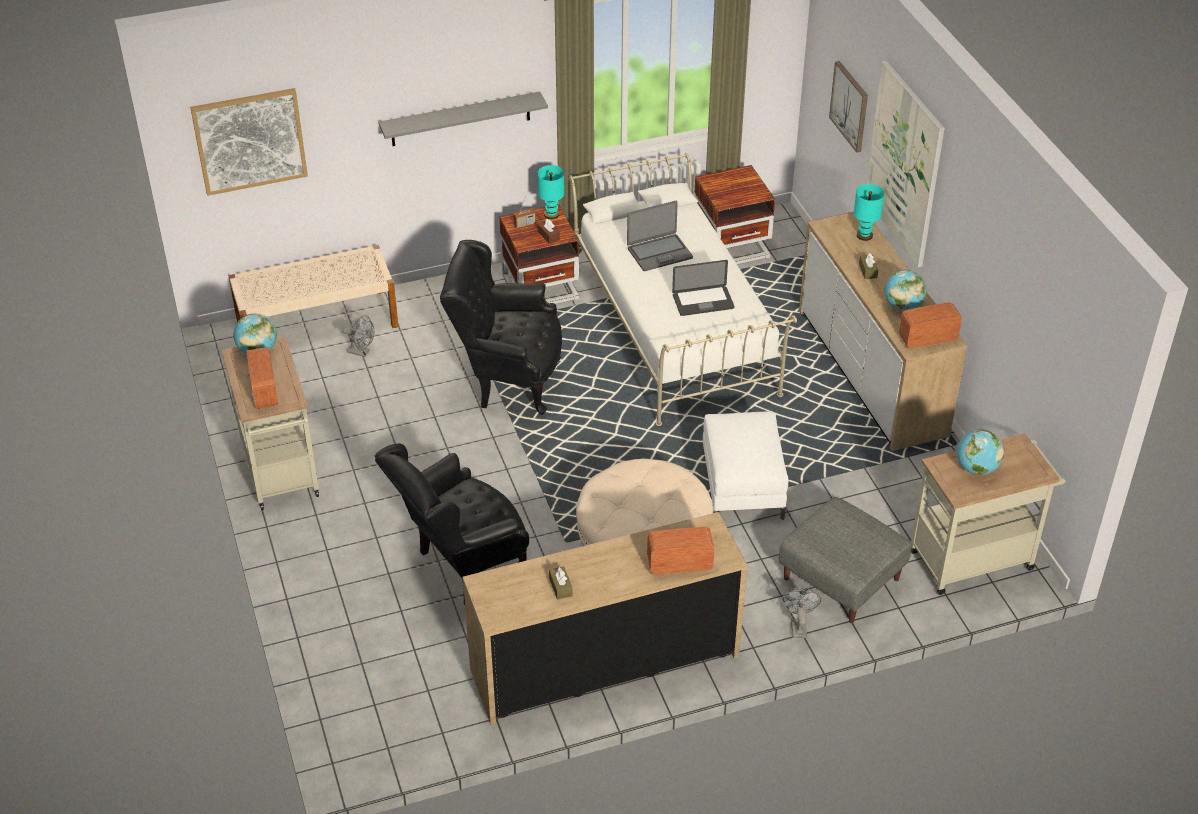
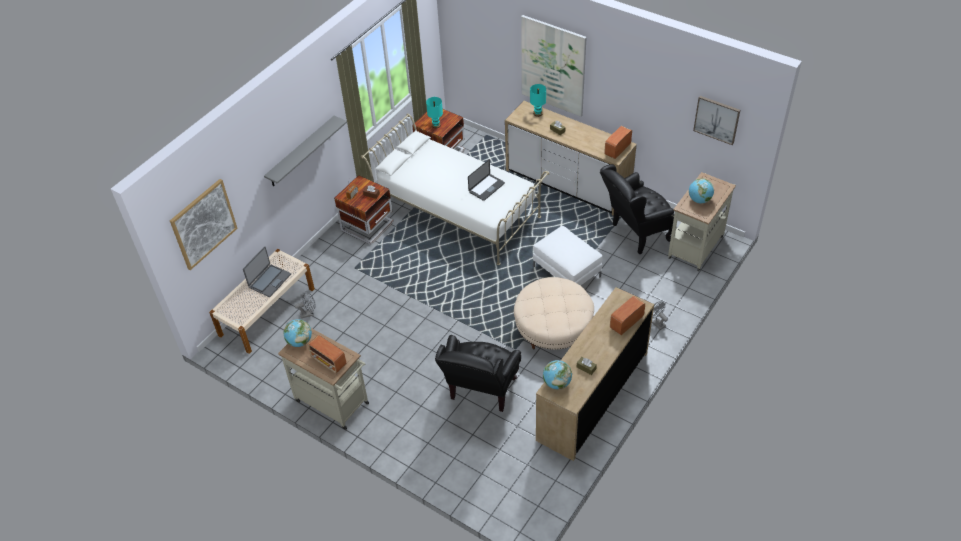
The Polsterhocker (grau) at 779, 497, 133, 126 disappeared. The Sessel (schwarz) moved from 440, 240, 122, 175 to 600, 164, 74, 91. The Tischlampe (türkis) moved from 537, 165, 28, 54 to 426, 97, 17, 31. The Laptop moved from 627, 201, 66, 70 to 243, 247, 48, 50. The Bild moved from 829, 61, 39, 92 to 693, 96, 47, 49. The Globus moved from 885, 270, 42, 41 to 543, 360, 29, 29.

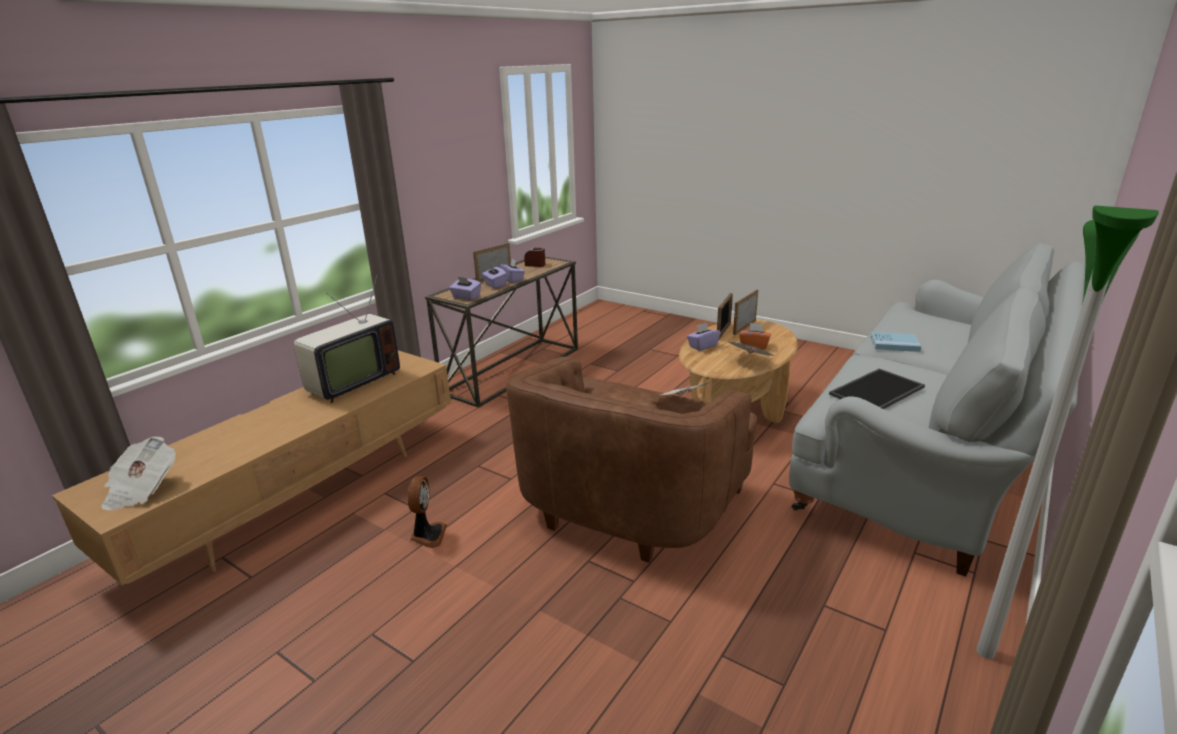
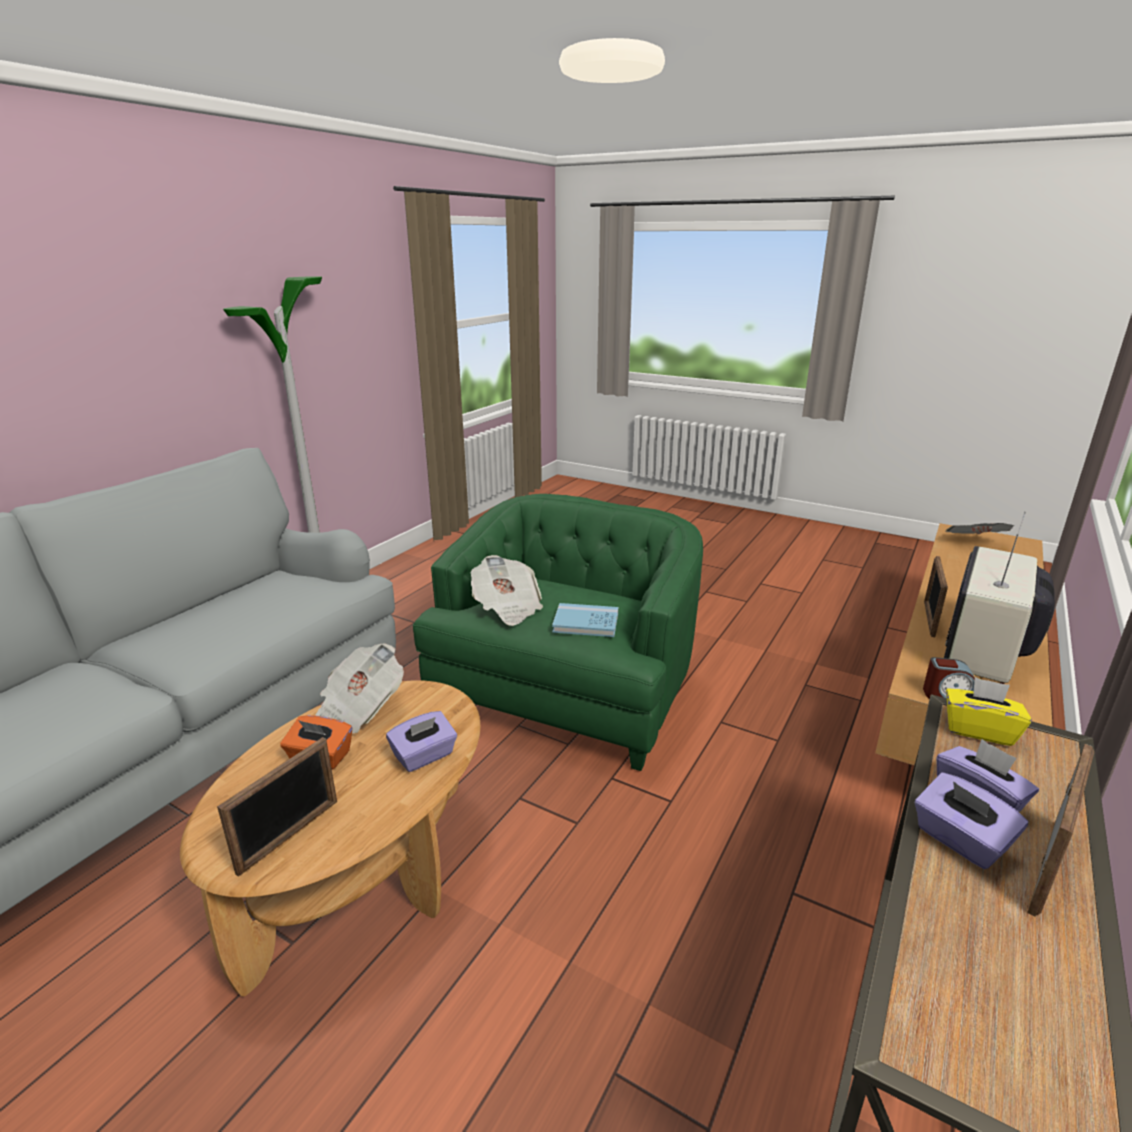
The Ventilator at 408, 476, 39, 72 disappeared. The Tablett at 829, 369, 96, 40 disappeared. The Wecker moved from 524, 248, 21, 19 to 923, 657, 52, 42. The Bilderrahmen moved from 717, 293, 16, 46 to 924, 556, 24, 81. The Buch (blau) moved from 870, 332, 51, 20 to 552, 603, 66, 34. The Taschentuchbox (lila) at 449, 277, 32, 23 became the Taschentuchbox (gelb) at 946, 677, 86, 69. The Sessel (braun) at 506, 357, 251, 206 became the Sessel (grün) at 413, 494, 290, 277.

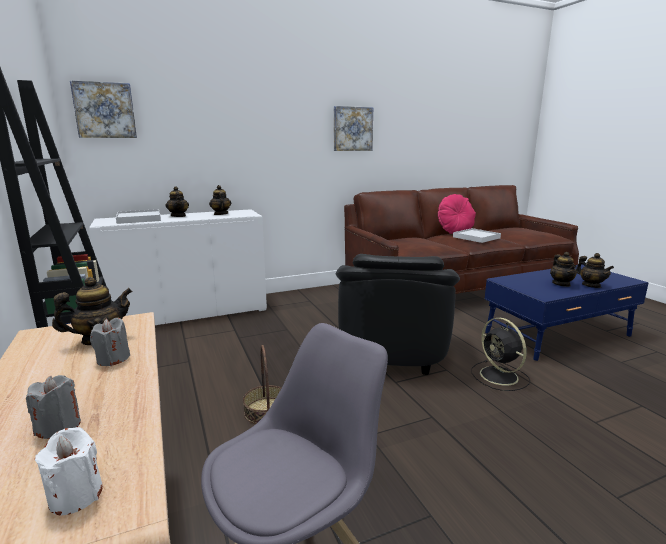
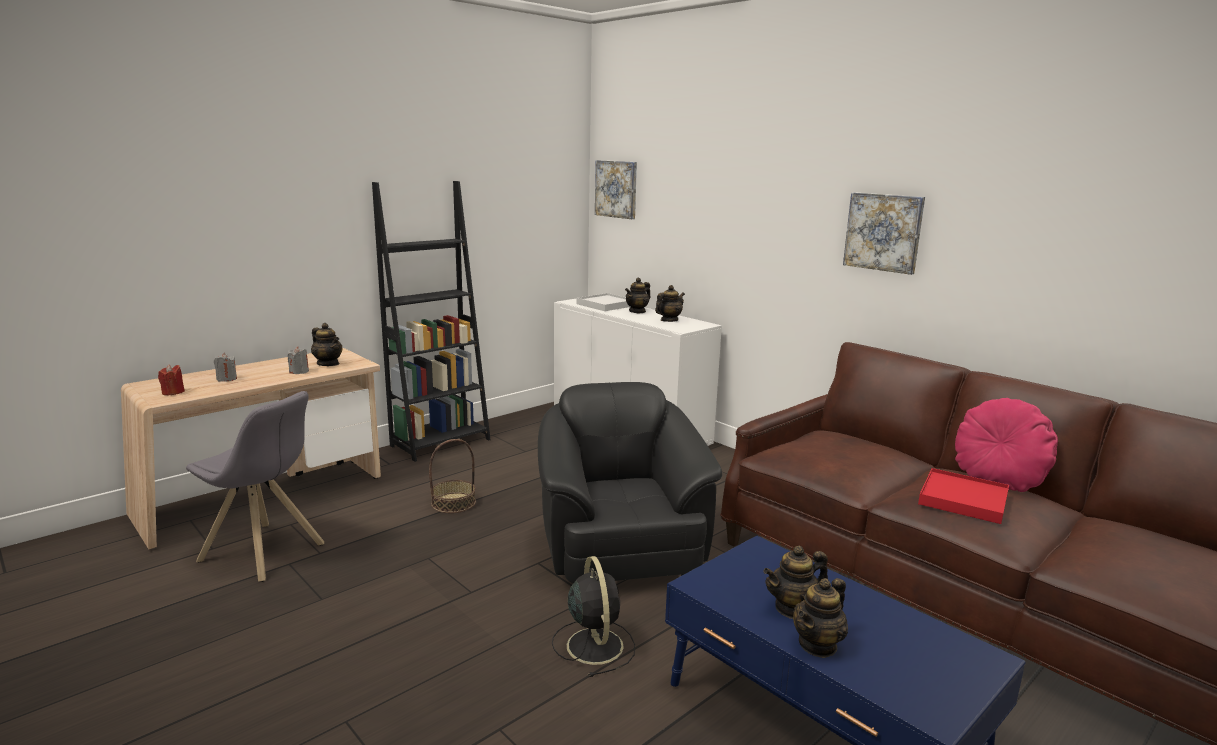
The Kerze (weiß) at 35, 427, 68, 89 became the Kerze (rot) at 158, 365, 27, 31. The Tablett (weiß) at 453, 228, 48, 15 became the Tablett (rot) at 918, 468, 91, 56. The Sessel (schwarz) at 336, 254, 124, 121 turned 90 degrees clockwise. The Ventilator (schwarz) at 471, 318, 59, 73 turned 120 degrees clockwise.

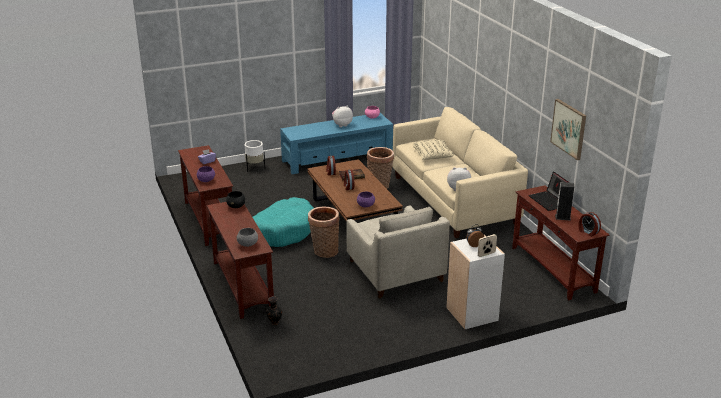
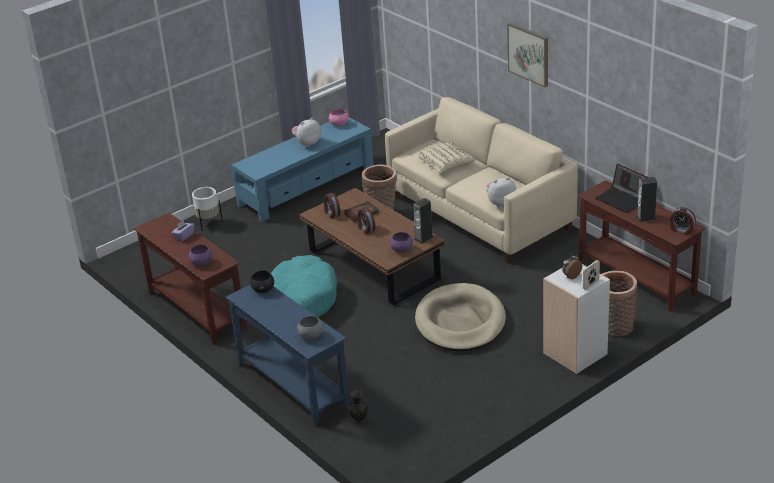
The Lautsprecher at 413, 198, 21, 46 appeared. The Korb moved from 308, 207, 32, 51 to 601, 271, 36, 65. The Bild moved from 550, 99, 36, 61 to 507, 23, 41, 64. The Sessel (beige) at 346, 206, 104, 93 was replaced by the Hundebett (beige) at 415, 283, 91, 69. The Konsolentisch (braun) at 207, 202, 67, 117 became the Konsolentisch (blau) at 225, 285, 125, 141.

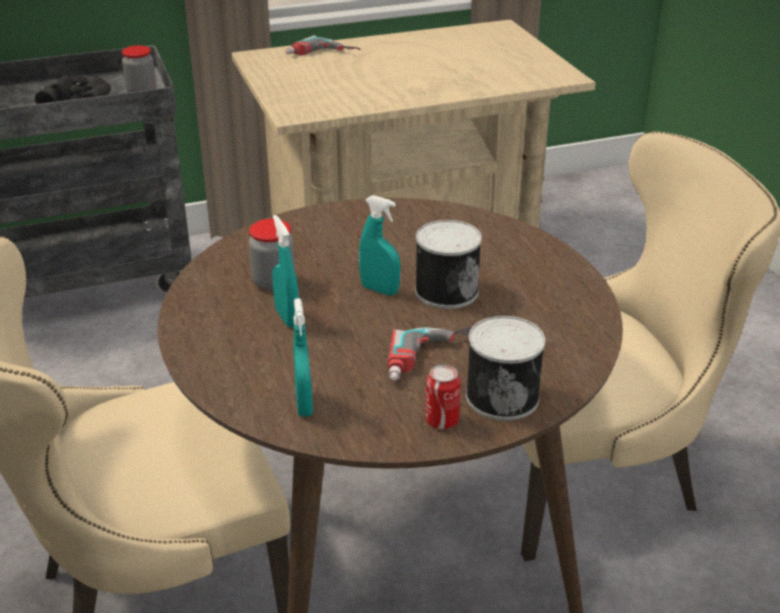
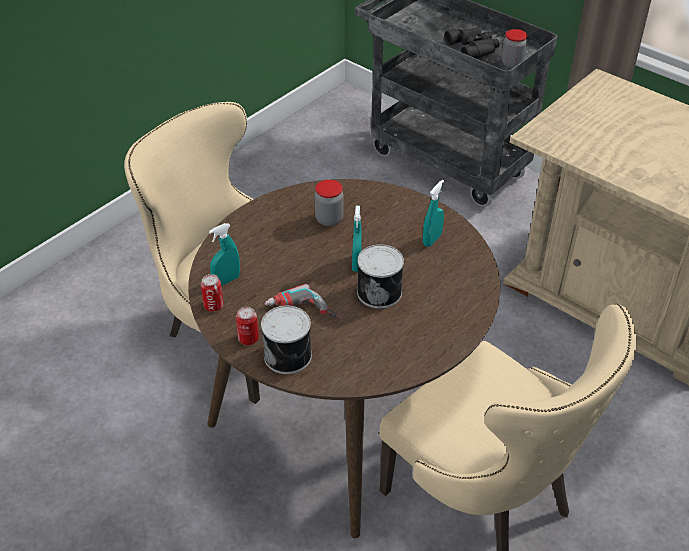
The Bohrmaschine at 285, 35, 75, 21 disappeared. The Dose at 201, 274, 23, 38 appeared. The Sprühflasche (türkis) moved from 272, 215, 27, 112 to 423, 180, 21, 67.

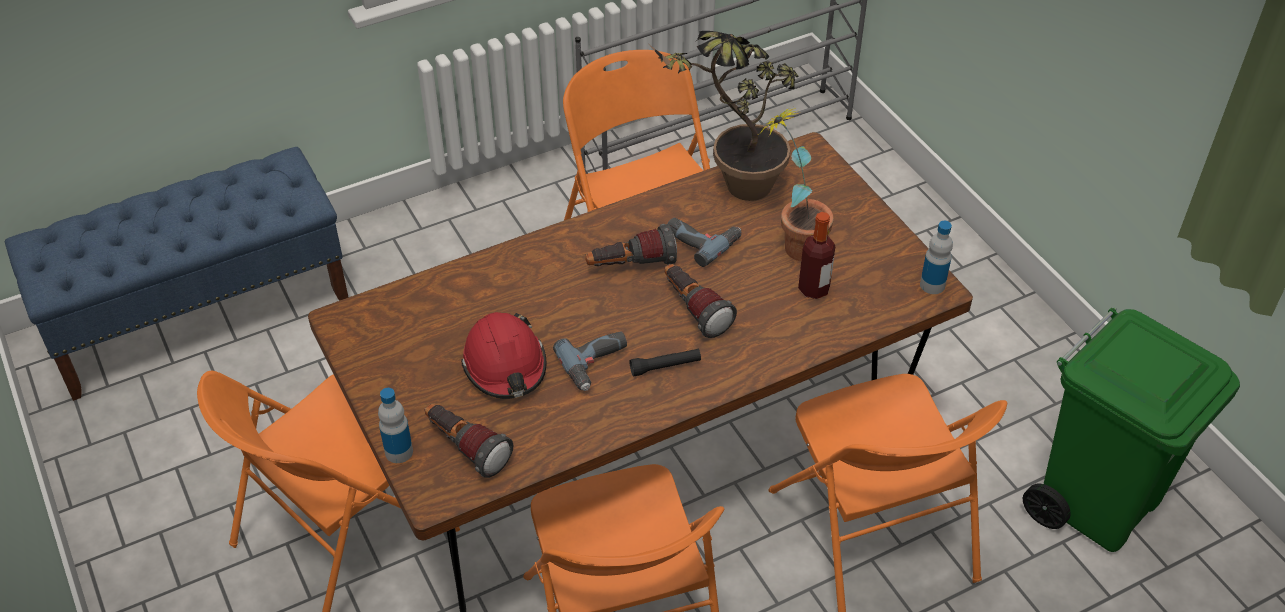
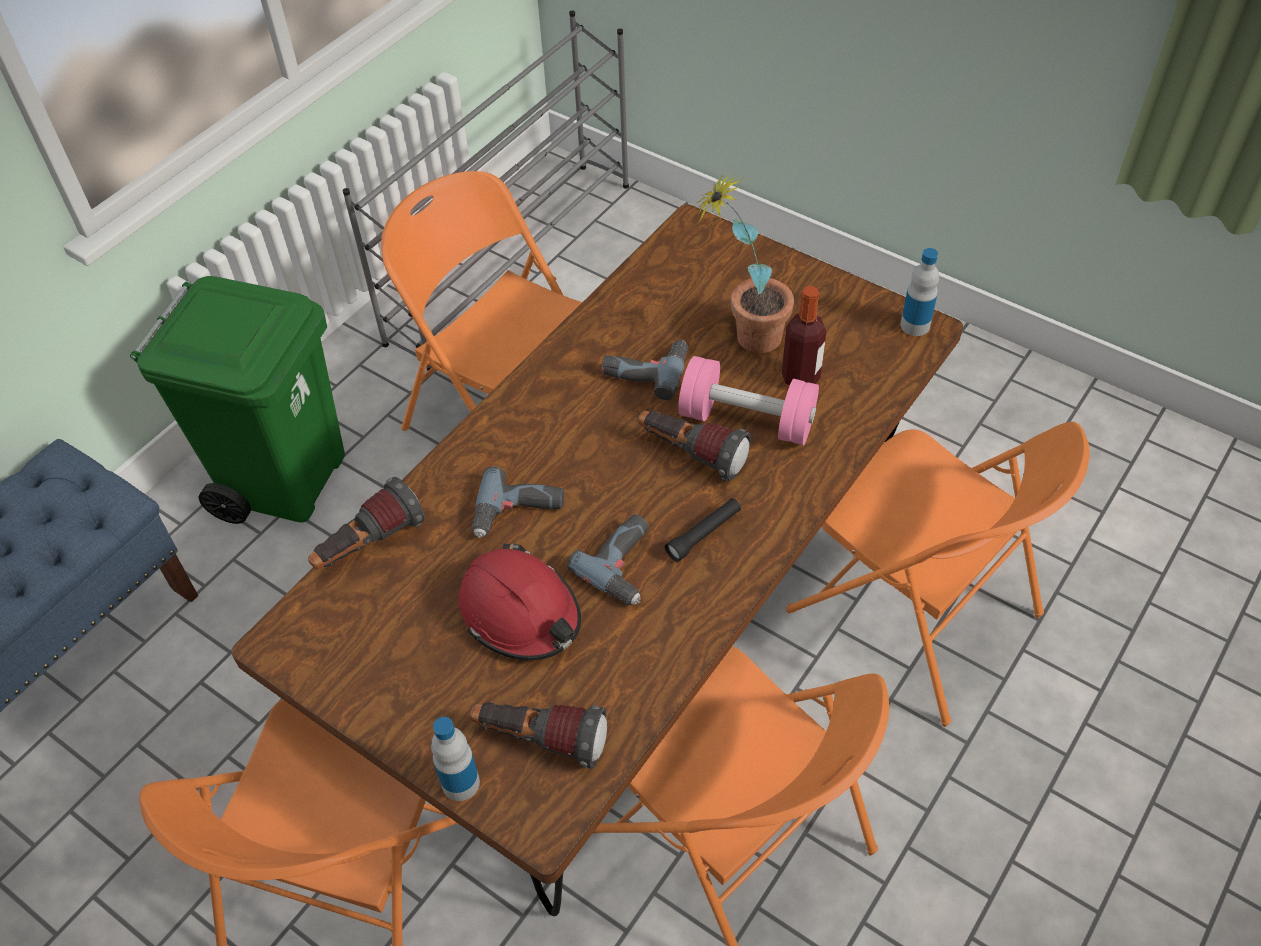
The Topfpflanze at 650, 31, 149, 170 disappeared. The Bohrmaschine at 472, 466, 93, 72 appeared. The Hantel (rosa) at 678, 356, 141, 89 appeared. The Taschenlampe moved from 585, 224, 92, 42 to 308, 477, 117, 93. The Mülleimer (grün) moved from 1023, 307, 217, 245 to 130, 276, 215, 248.

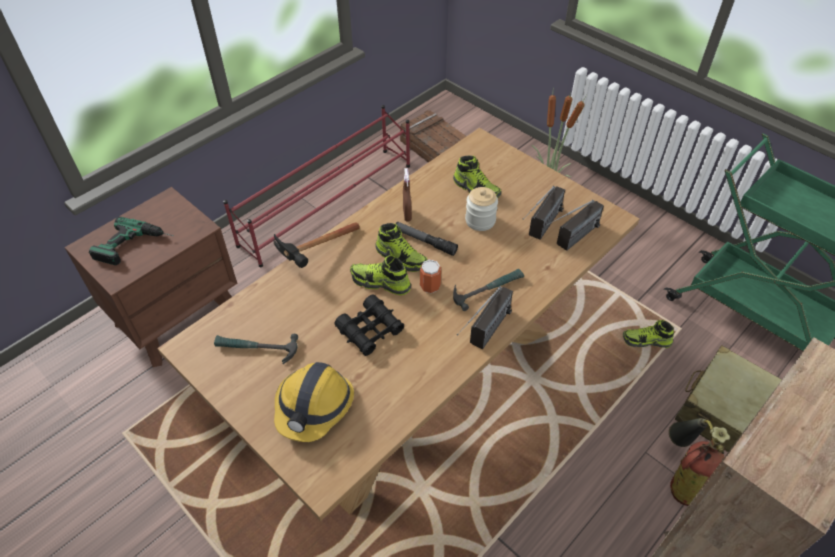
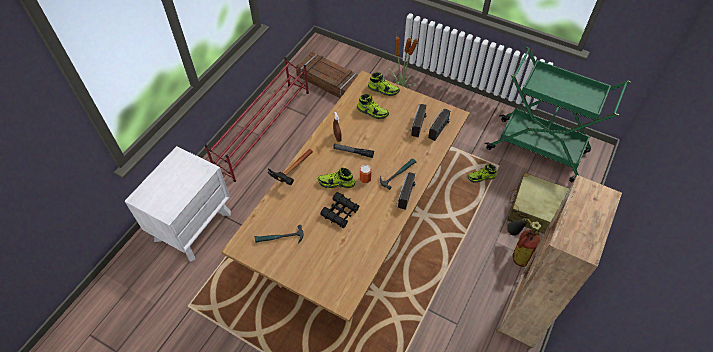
The Bohrmaschine at 89, 217, 84, 48 disappeared. The Schutzhelm at 274, 362, 80, 80 disappeared. The Vorratsglas at 465, 187, 33, 44 disappeared. The Schuh moved from 376, 223, 52, 49 to 368, 72, 32, 24. The Nachttisch (braun) at 64, 187, 173, 180 became the Nachttisch (weiß) at 125, 146, 106, 116.

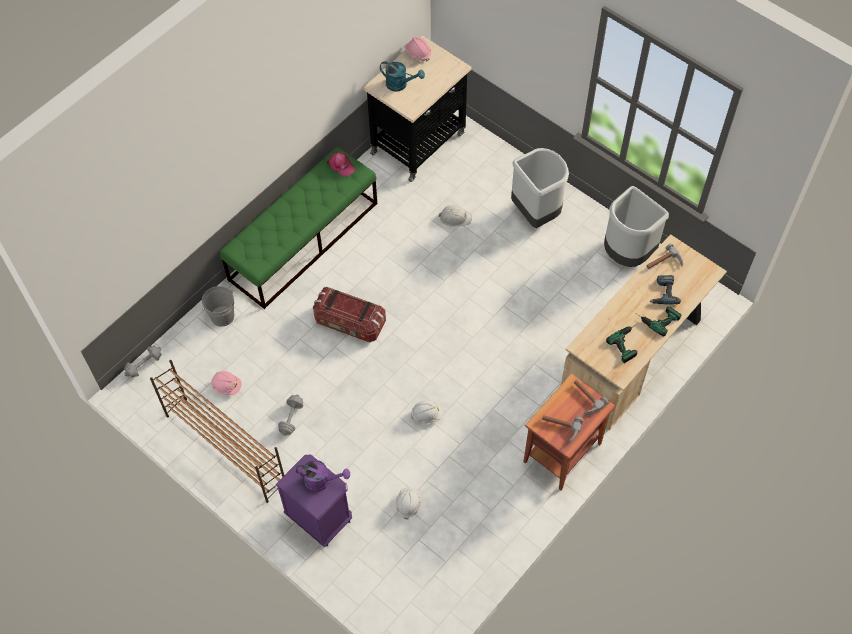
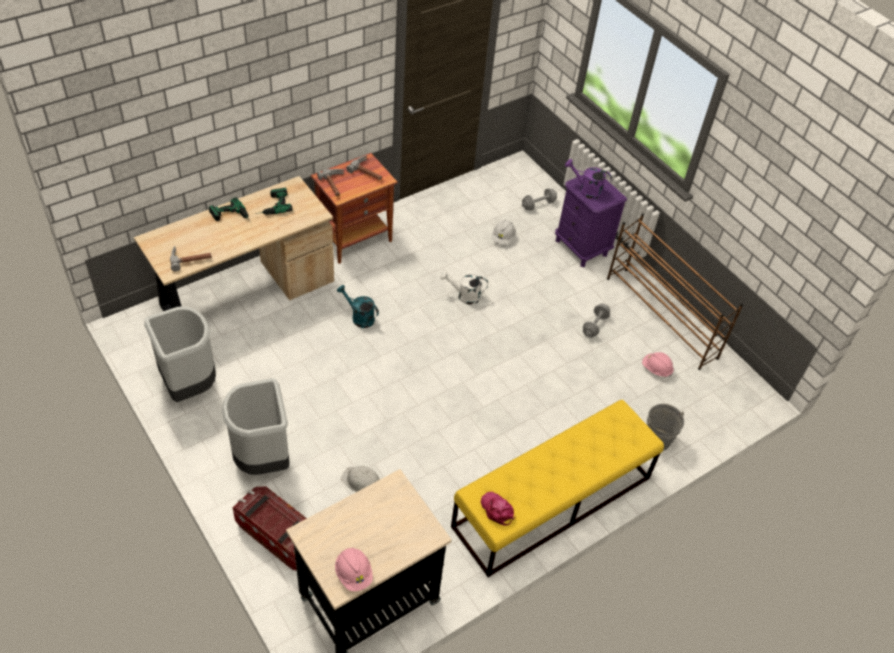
The Bohrmaschine at 649, 275, 32, 30 disappeared. The Hantel (grau) moved from 124, 345, 38, 33 to 522, 188, 35, 22. The Aufbewahrungsbox moved from 313, 287, 73, 56 to 233, 486, 74, 85. The Gießkanne (türkis) moved from 380, 61, 45, 31 to 337, 285, 42, 43. The Schutzhelm (weiß) at 411, 400, 32, 23 was replaced by the Gießkanne (weiß) at 440, 271, 48, 34. The Bank (grün) at 220, 147, 157, 162 became the Bank (gelb) at 451, 400, 213, 177.

